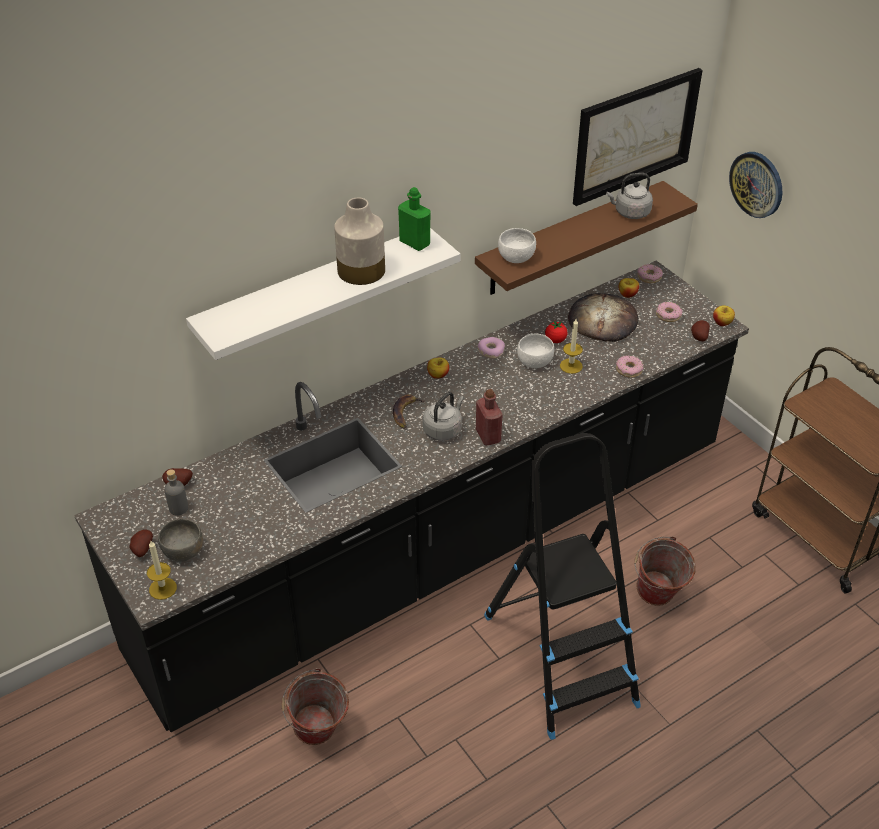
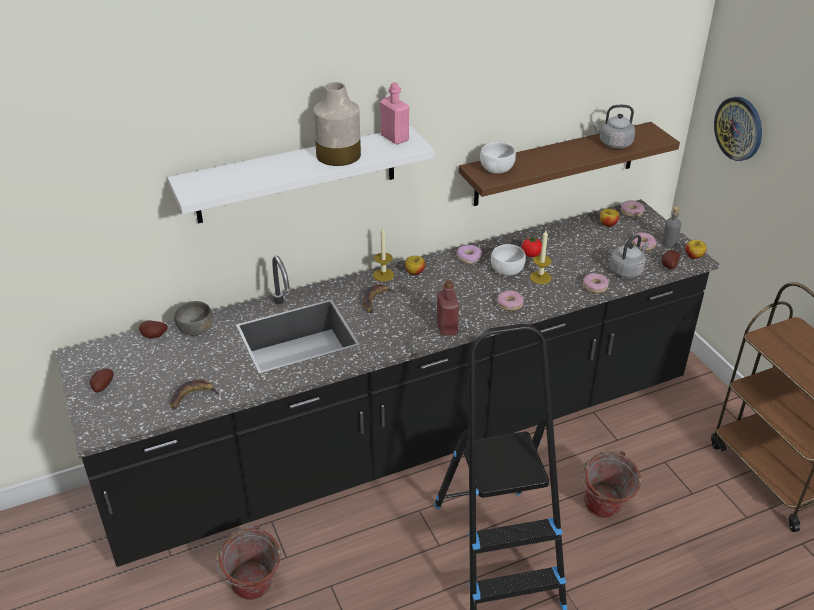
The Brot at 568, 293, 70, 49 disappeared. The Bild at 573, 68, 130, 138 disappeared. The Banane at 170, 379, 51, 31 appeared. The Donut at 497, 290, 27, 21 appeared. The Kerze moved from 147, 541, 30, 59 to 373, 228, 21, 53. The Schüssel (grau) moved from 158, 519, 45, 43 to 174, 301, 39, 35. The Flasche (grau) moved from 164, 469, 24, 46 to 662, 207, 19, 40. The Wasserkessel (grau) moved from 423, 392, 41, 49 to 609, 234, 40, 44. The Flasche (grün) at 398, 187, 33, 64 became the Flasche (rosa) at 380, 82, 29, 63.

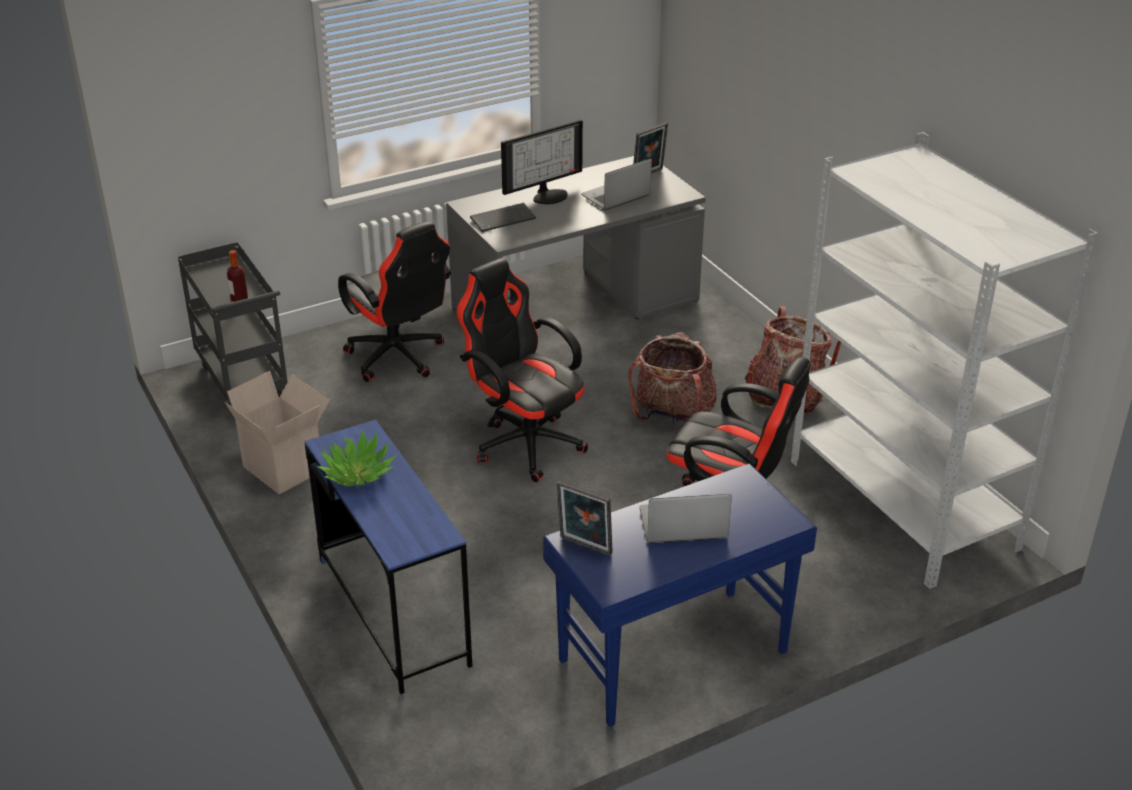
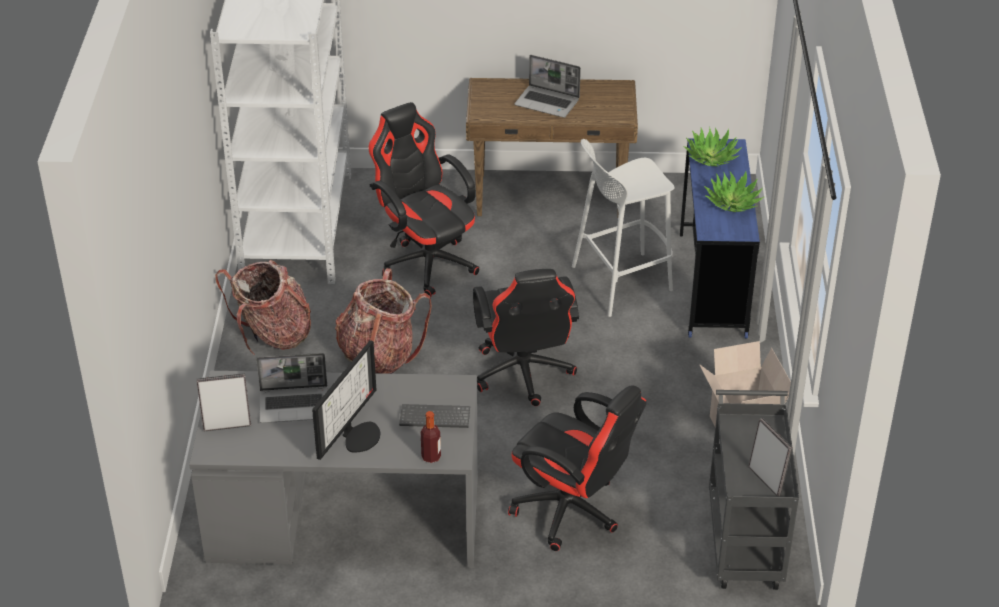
The Hocker (weiß) at 572, 139, 103, 178 appeared. The Topfpflanze at 683, 127, 59, 39 appeared. The Flasche moved from 227, 250, 21, 52 to 421, 411, 20, 52. The Bilderrahmen moved from 557, 480, 56, 76 to 749, 418, 44, 79. The Konsolentisch (blau) at 543, 463, 274, 264 became the Konsolentisch (braun) at 466, 78, 172, 138. The Bürostuhl (schwarz) at 338, 222, 113, 160 turned 135 degrees clockwise. The Monitor at 501, 120, 82, 84 turned 120 degrees clockwise.

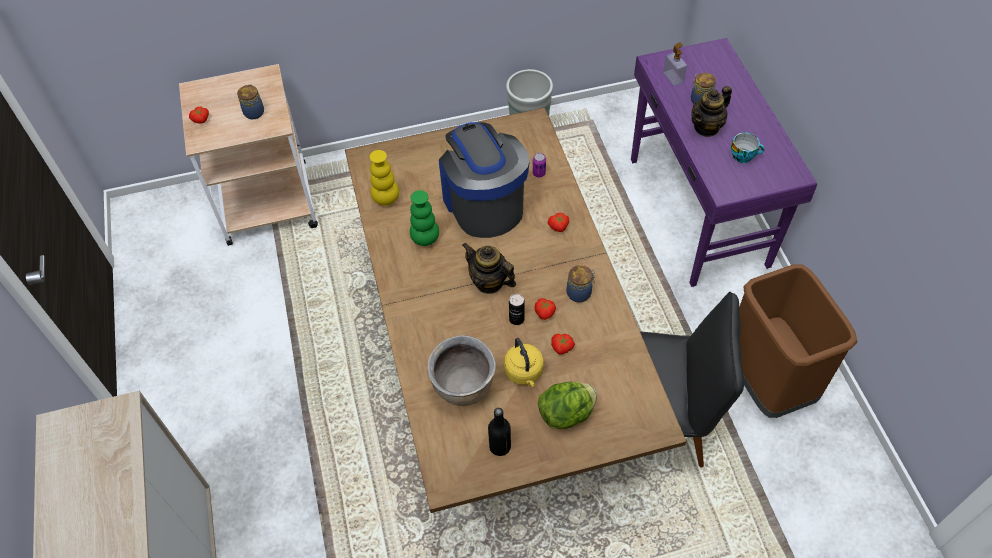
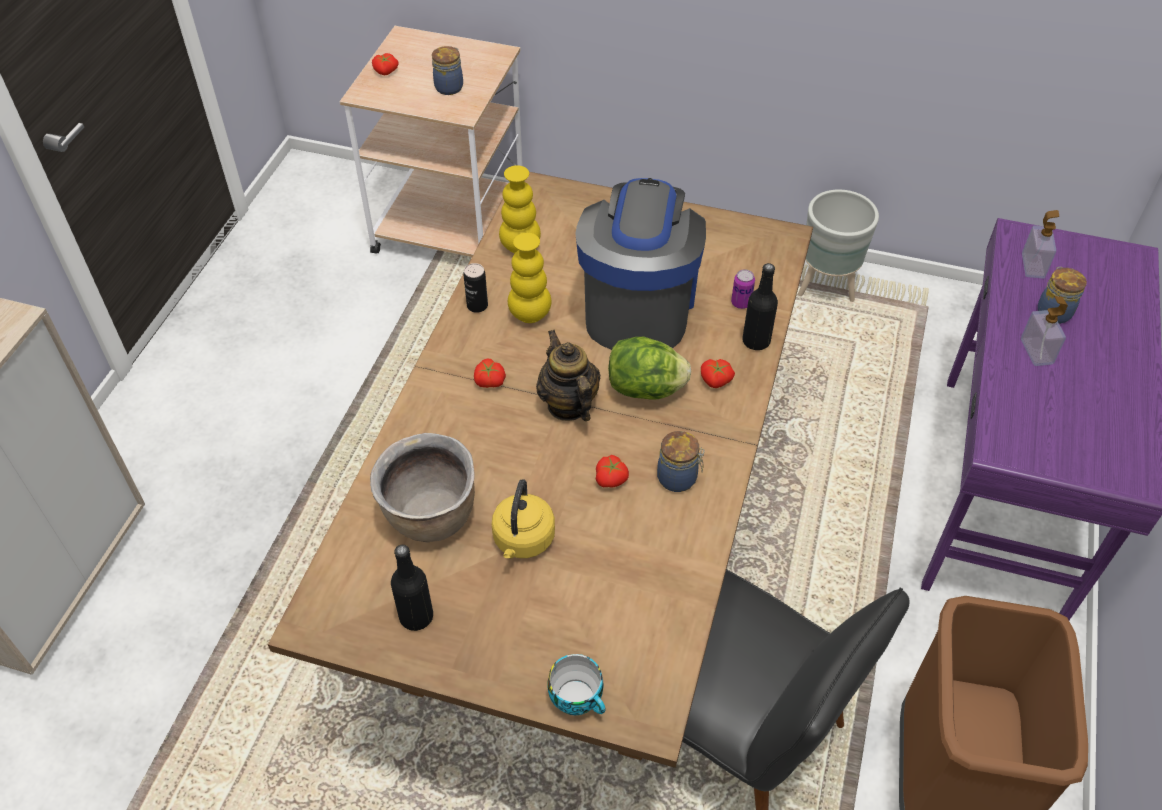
The Flasche (schwarz) at 742, 263, 36, 87 appeared. The Dose moved from 509, 294, 16, 31 to 463, 263, 25, 50. The Salatkopf moved from 538, 382, 59, 47 to 608, 337, 83, 63. The Tomate moved from 551, 334, 24, 21 to 474, 359, 32, 29. The Tasse moved from 731, 132, 34, 31 to 547, 654, 58, 61. The Teekanne at 691, 86, 41, 51 was replaced by the Seifenspender at 1021, 296, 47, 70. The Vase (grün) at 410, 190, 29, 56 became the Vase (gelb) at 508, 233, 43, 90.

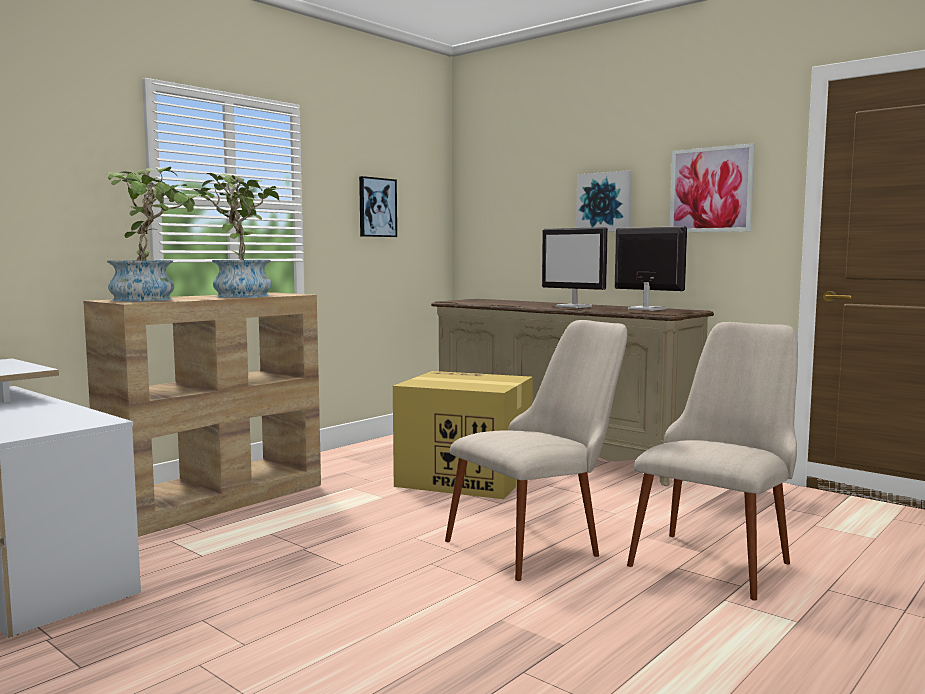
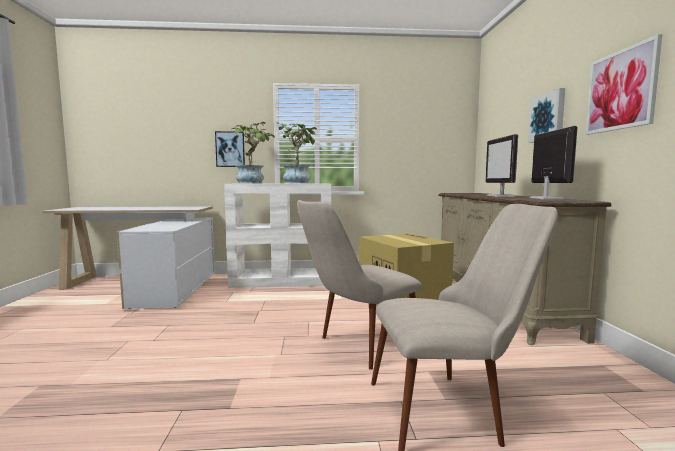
The Bild moved from 359, 176, 38, 61 to 215, 131, 30, 36. The Bücherregal (braun) at 83, 292, 238, 245 became the Bücherregal (weiß) at 224, 184, 107, 104. The Stuhl (beige) at 445, 320, 183, 261 turned 135 degrees clockwise.

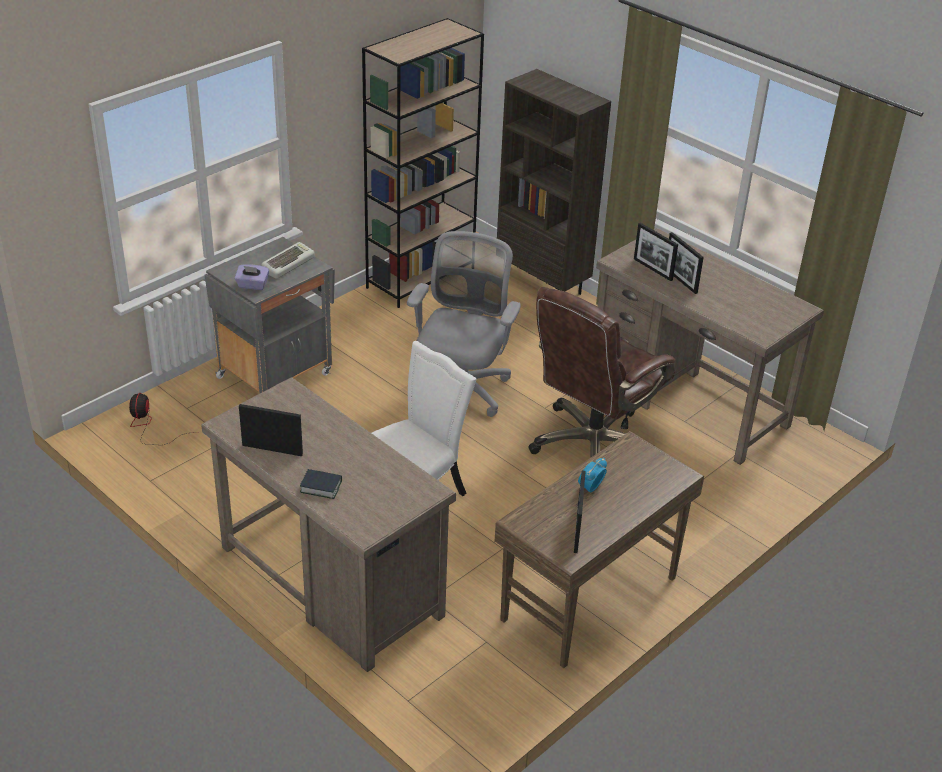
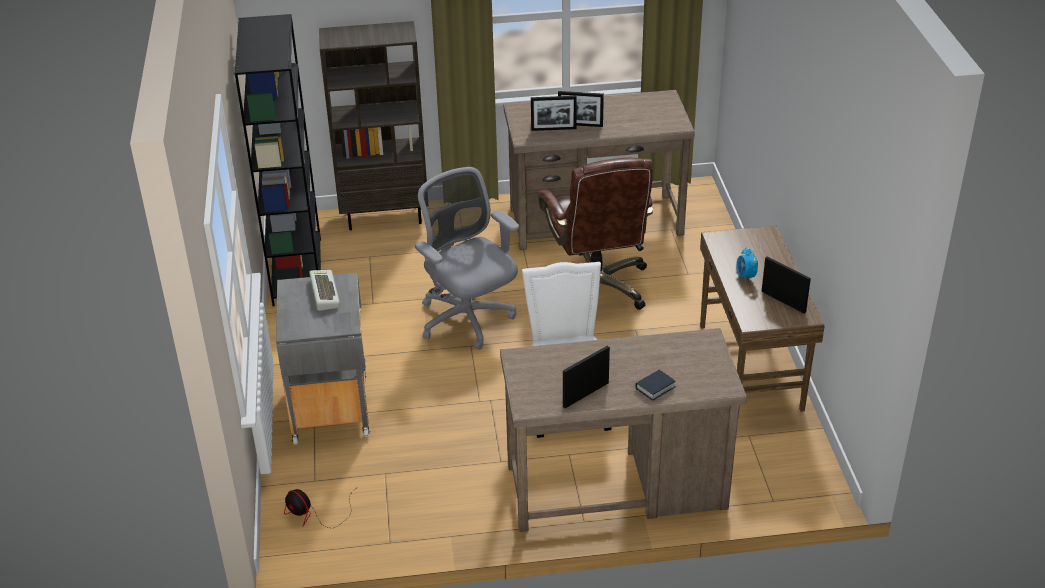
The Taschentuchbox (lila) at 235, 264, 34, 26 disappeared. The Bücherregal (beige) at 362, 18, 122, 290 became the Bücherregal (schwarz) at 235, 14, 86, 292.

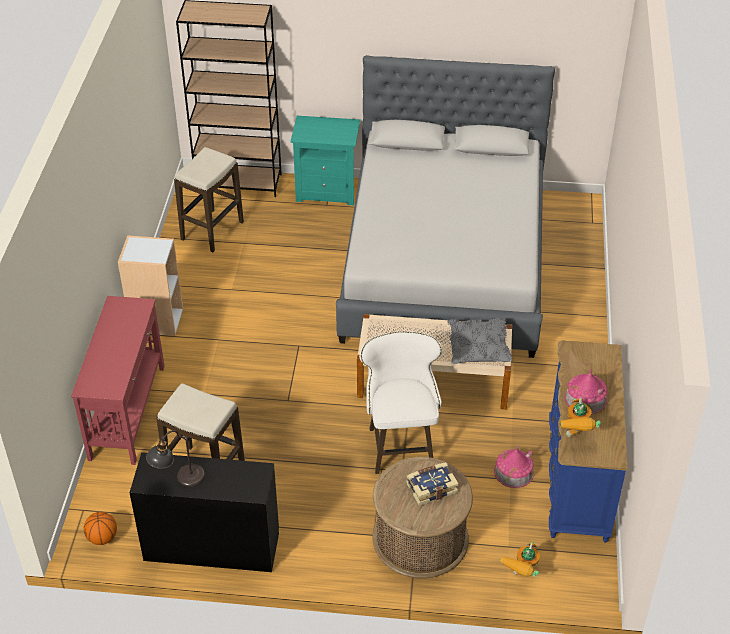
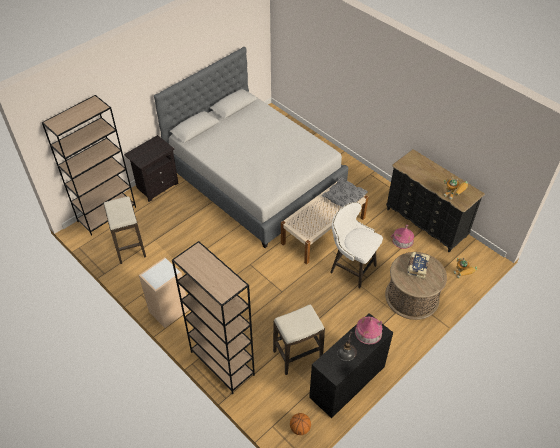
The Spielzeughaus moved from 565, 369, 43, 45 to 355, 317, 27, 27. The Konsolentisch (rot) at 71, 296, 94, 169 was replaced by the Bücherregal (beige) at 172, 241, 83, 153. The Nachttisch (türkis) at 290, 116, 70, 89 became the Nachttisch (schwarz) at 124, 135, 55, 67. The Kommode (blau) at 549, 341, 78, 202 became the Kommode (schwarz) at 386, 149, 99, 104.

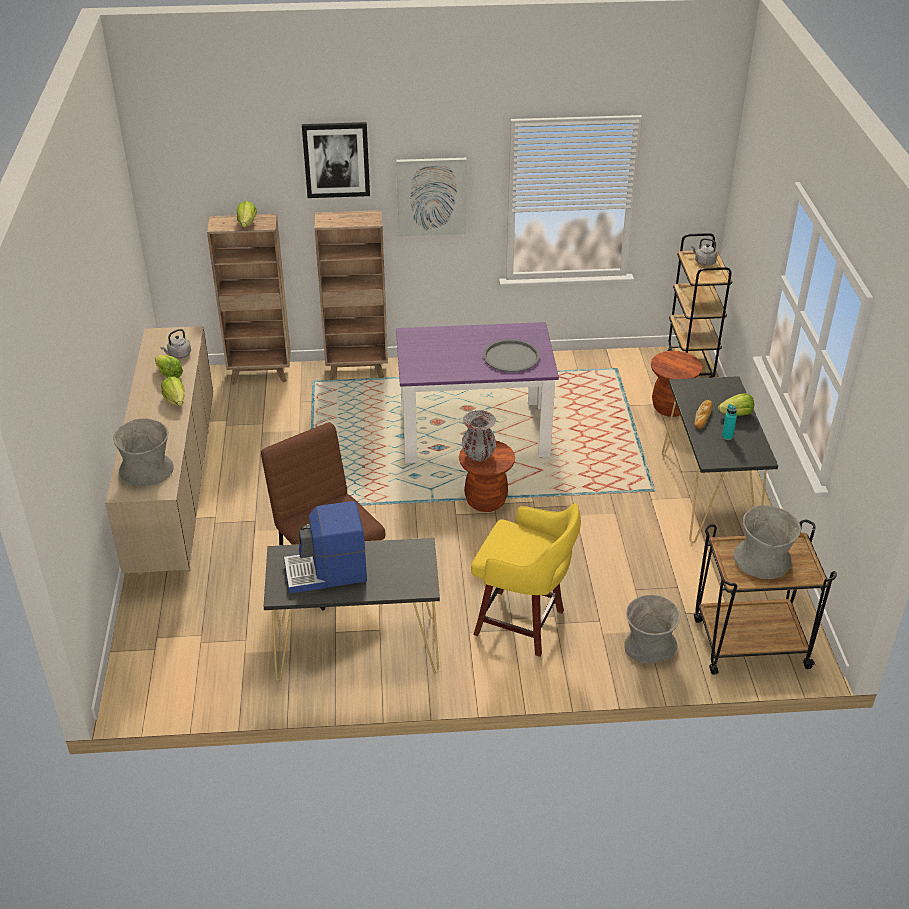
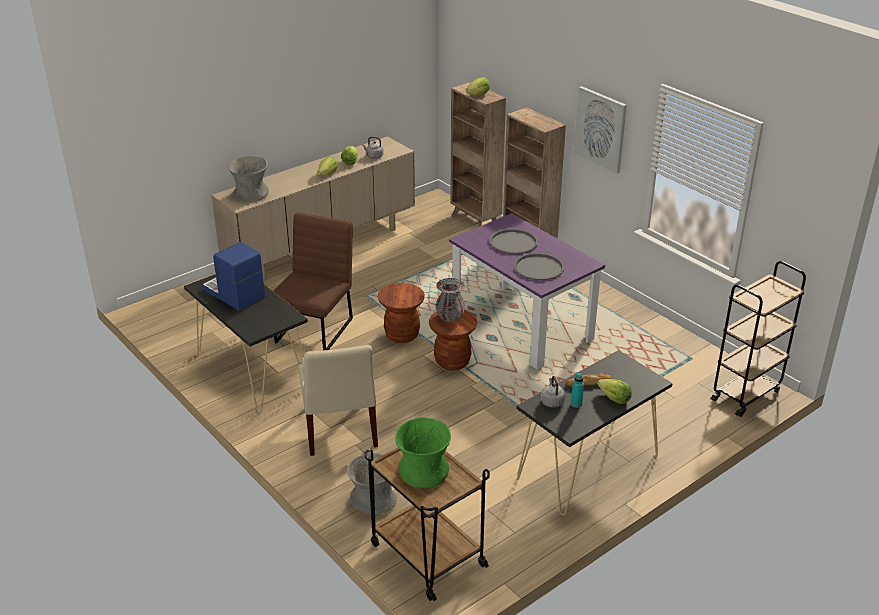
The Bild at 302, 122, 68, 76 disappeared. The Tablett (grau) at 489, 228, 49, 26 appeared. The Hocker (braun) moved from 651, 351, 52, 66 to 378, 283, 47, 60. The Wasserkessel (grau) moved from 691, 238, 26, 28 to 541, 376, 24, 31. The Hocker (gelb) at 471, 503, 110, 154 was replaced by the Stuhl (beige) at 299, 345, 79, 111. The Vase (grau) at 733, 505, 68, 74 became the Vase (grün) at 395, 417, 56, 71.

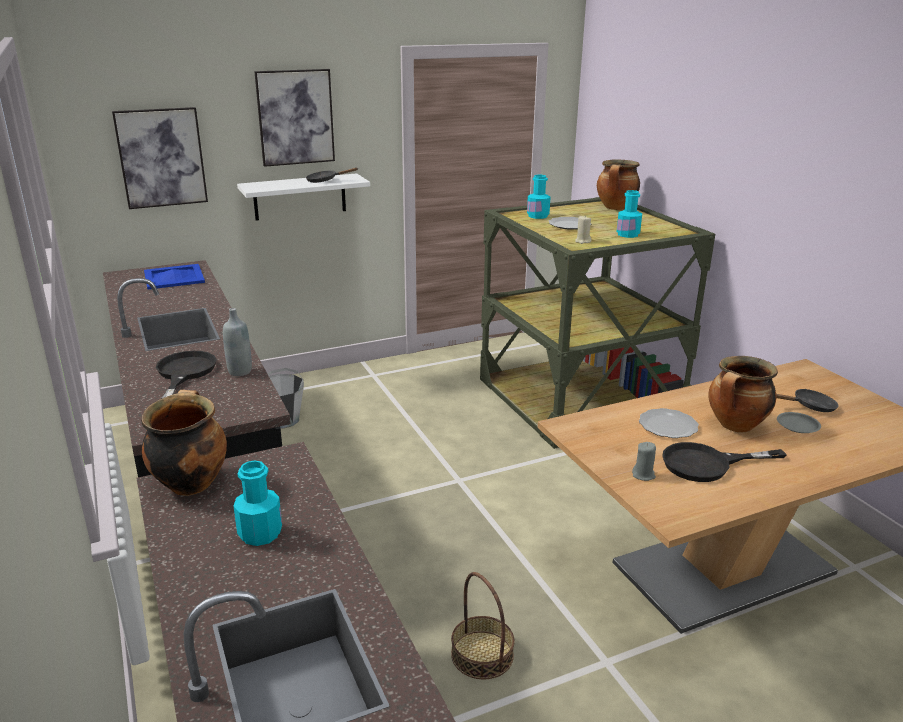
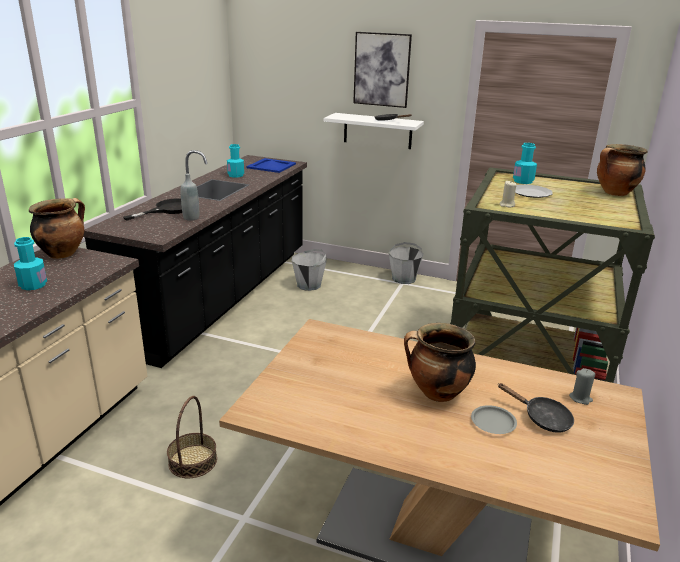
The Bild at 112, 107, 96, 102 disappeared. The Teller at 639, 408, 60, 30 disappeared. The Pfanne (schwarz) at 662, 442, 124, 40 disappeared. The Eimer (grau) at 389, 242, 35, 42 appeared. The Flasche (türkis) moved from 617, 190, 25, 48 to 227, 144, 17, 34. The Kerze (grau) moved from 632, 442, 24, 39 to 569, 368, 26, 37.

